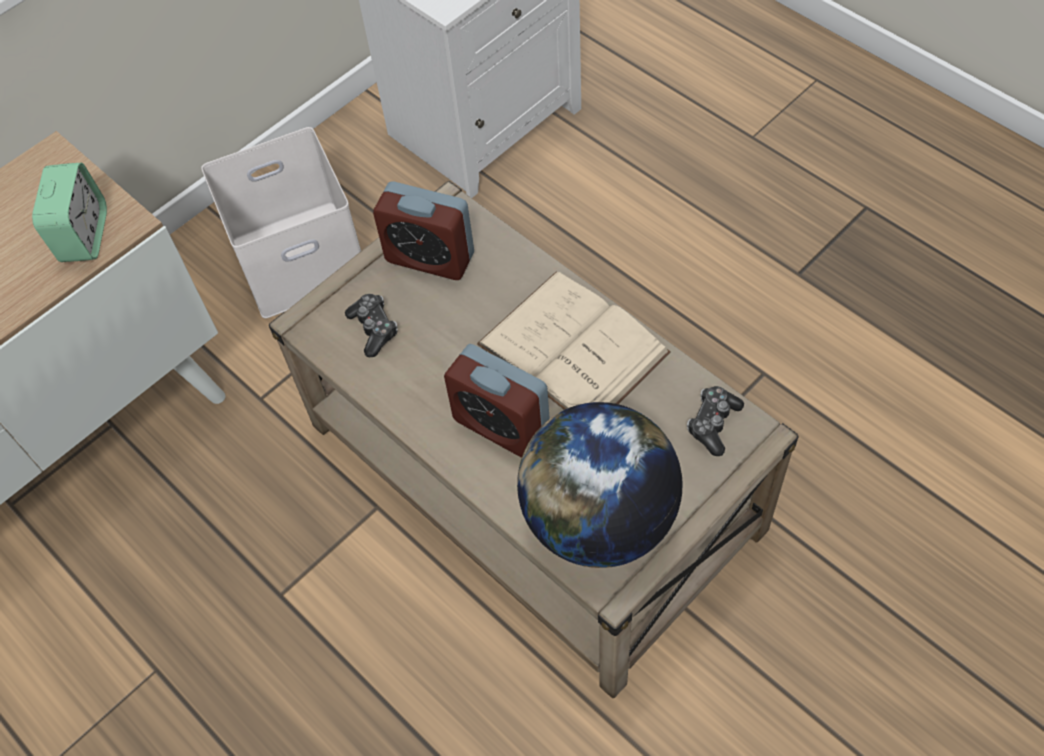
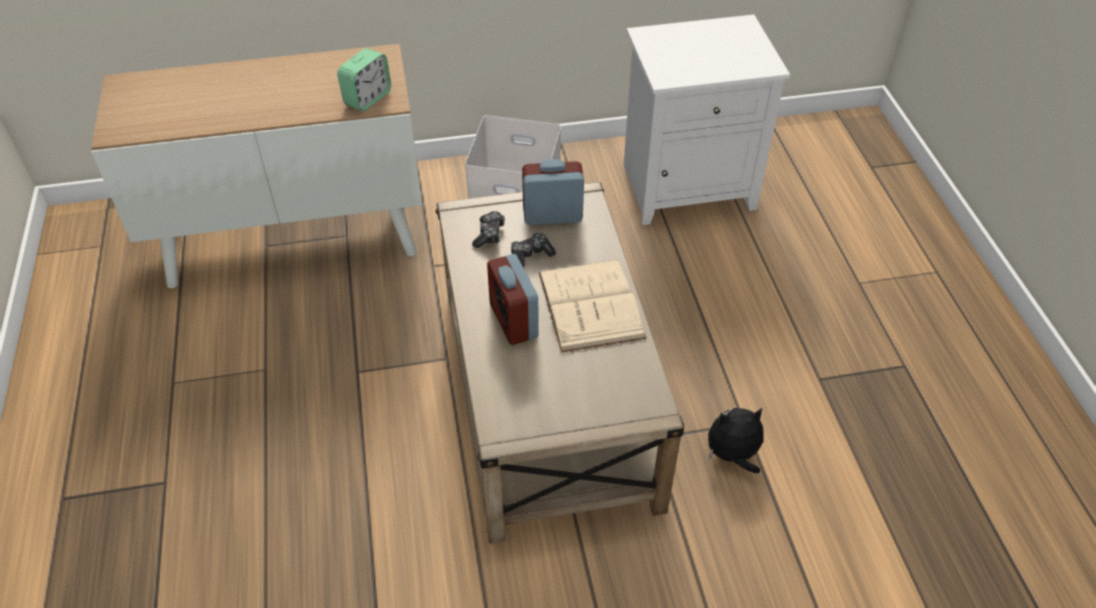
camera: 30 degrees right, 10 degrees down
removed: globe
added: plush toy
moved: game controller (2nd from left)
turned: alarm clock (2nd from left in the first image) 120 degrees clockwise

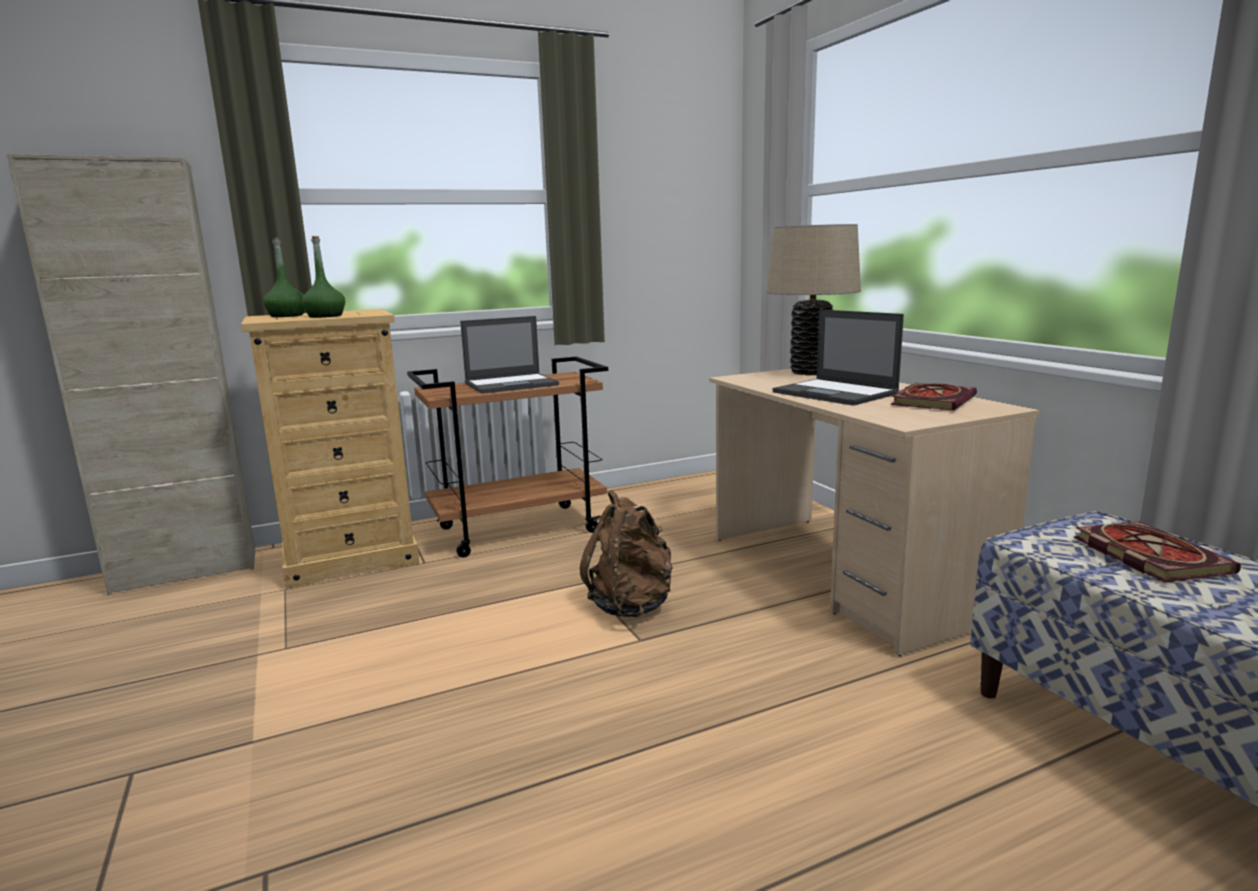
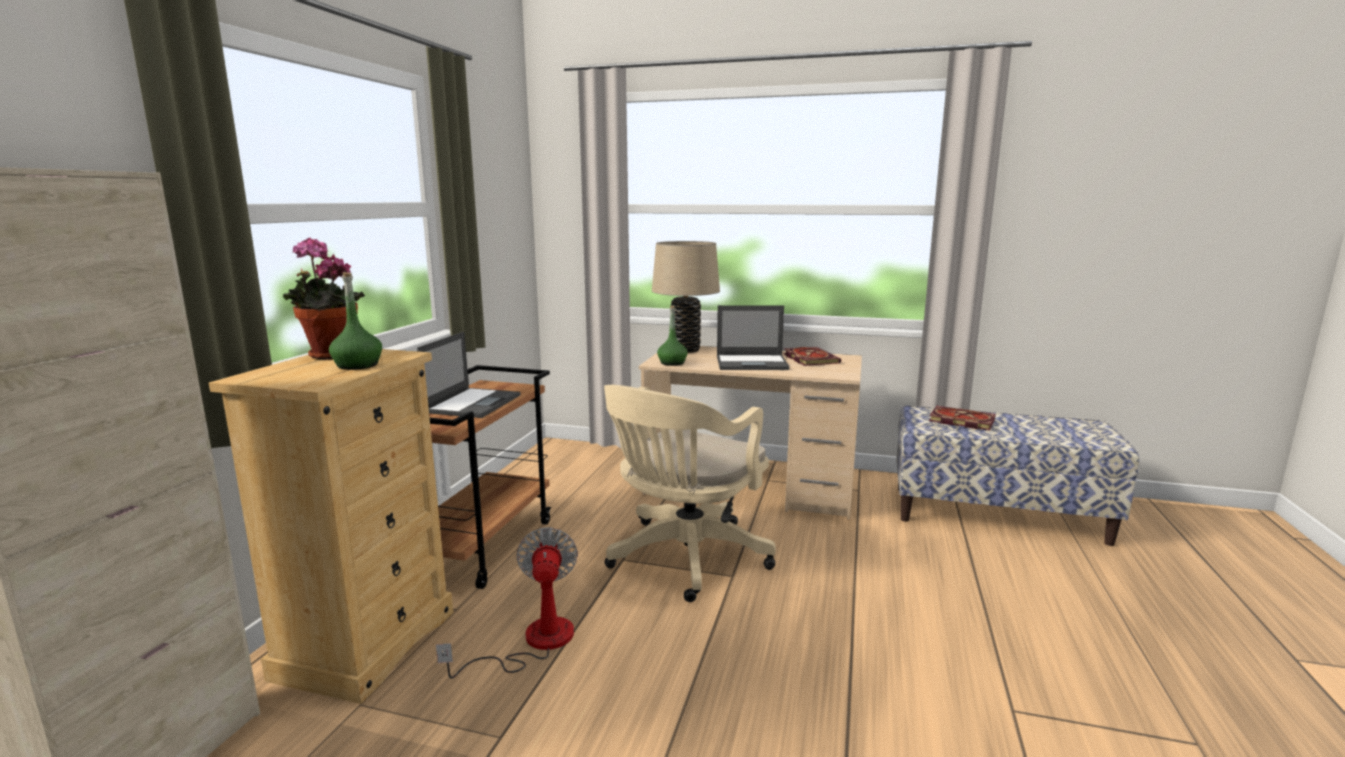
camera: 50 degrees left, 0 degrees up
added: potted plant; fan
moved: bottle/green (1st from left in the first image) to bottle/green (2nd from left)
replaced: backpack/brown to office chair/beige

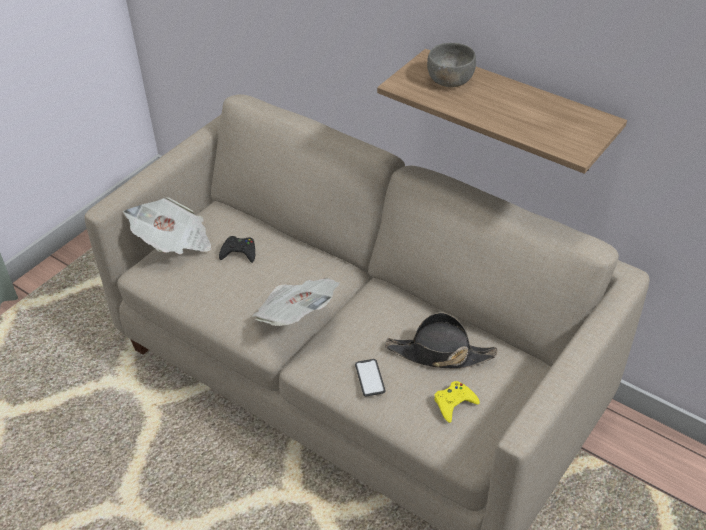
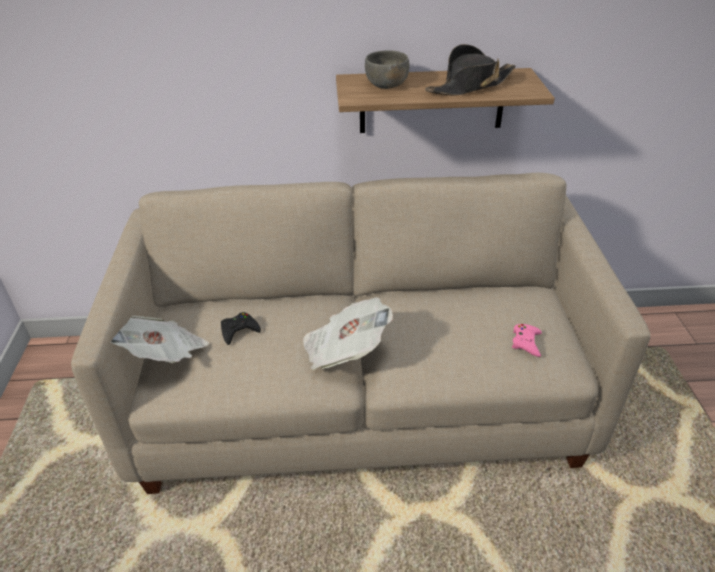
camera: 40 degrees left, 5 degrees down
removed: phone
moved: hat/black
recoloured: game controller/yellow to game controller/pink

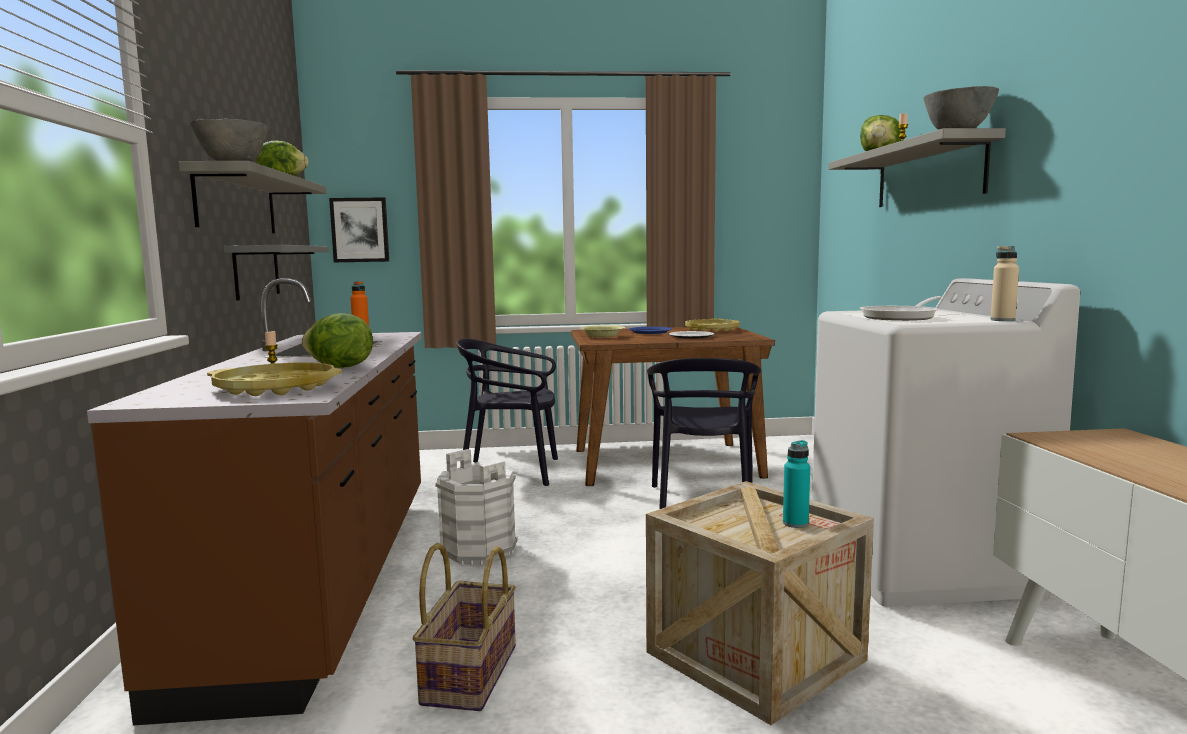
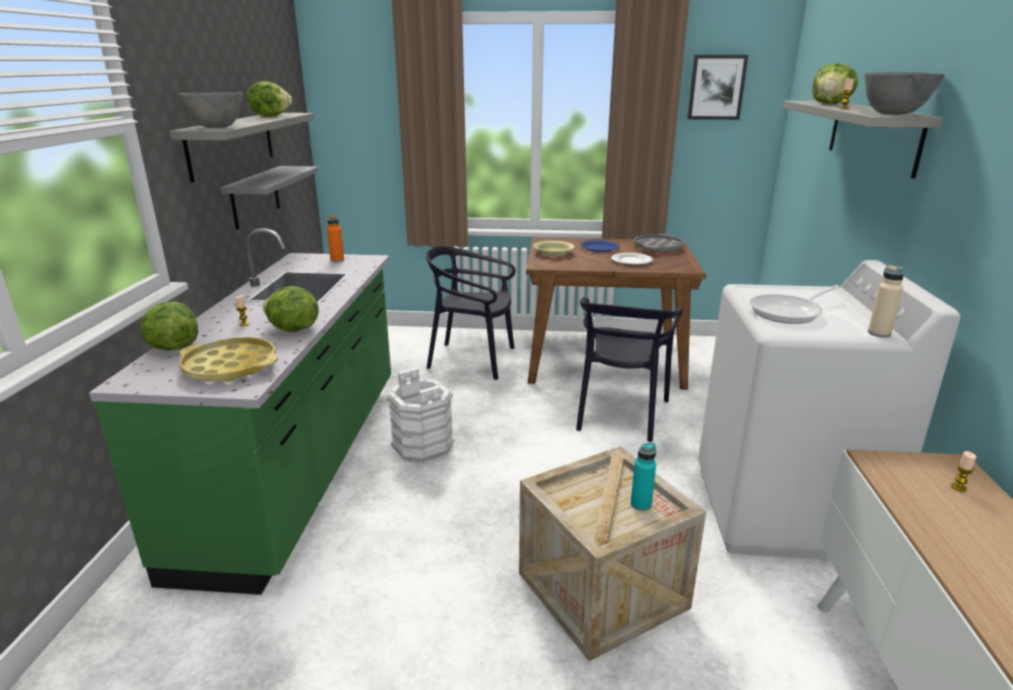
camera: 10 degrees right, 15 degrees up
removed: basket
added: lettuce (1st from left); candle (3rd from left)
moved: picture
recoloured: counter/brown to counter/green; tray/yellow (2nd from left) to tray/grey

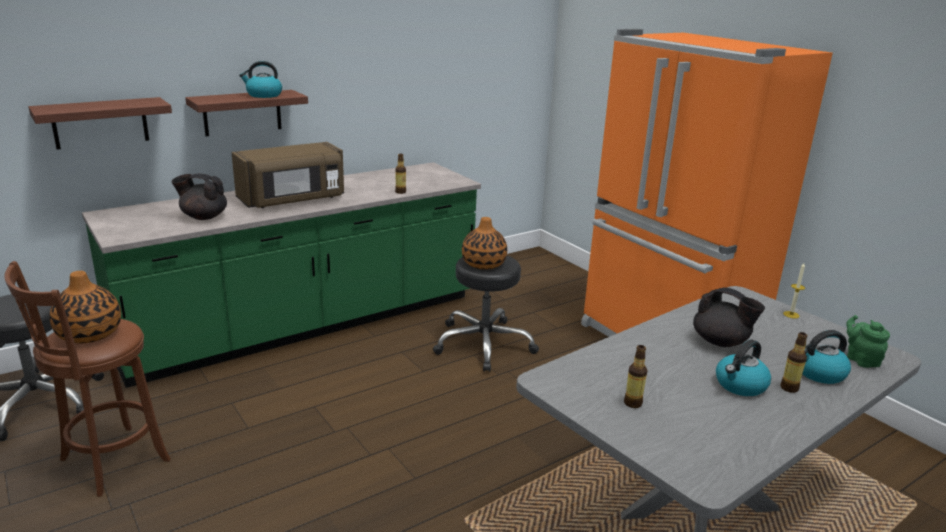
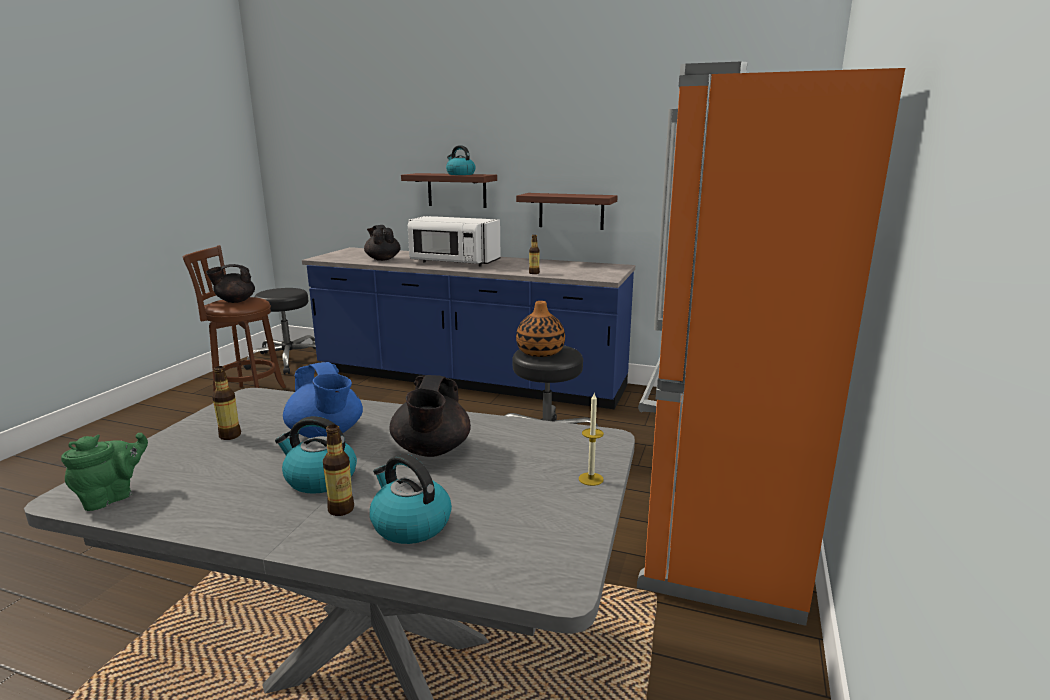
camera: 55 degrees right, 5 degrees down
added: teapot/blue
moved: shelf (1st from left in the first image) to shelf (2nd from left); teapot/green
replaced: vase (1st from left) to teapot/black (1st from left)
recoloured: counter/green to counter/blue; microwave/brown to microwave/white

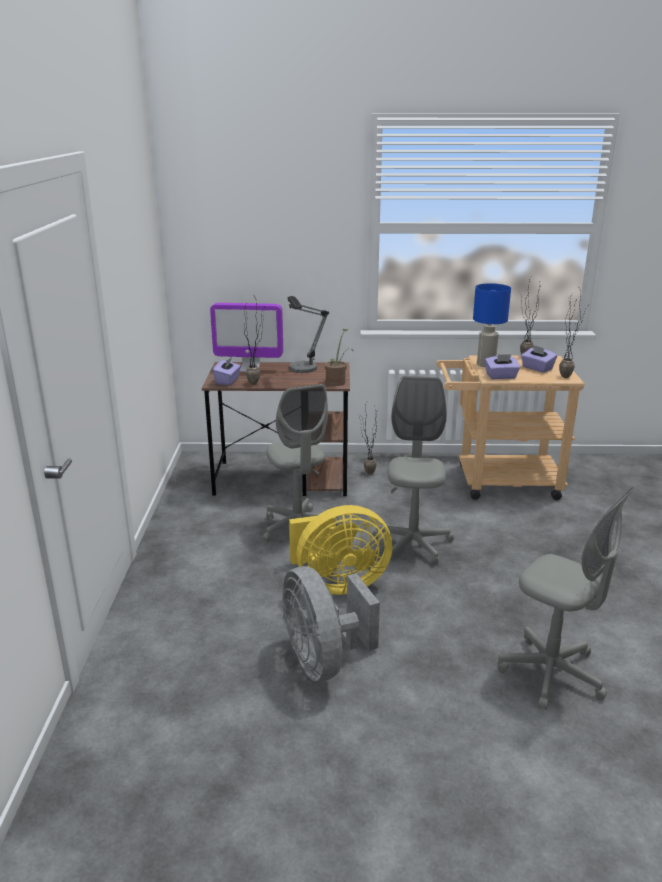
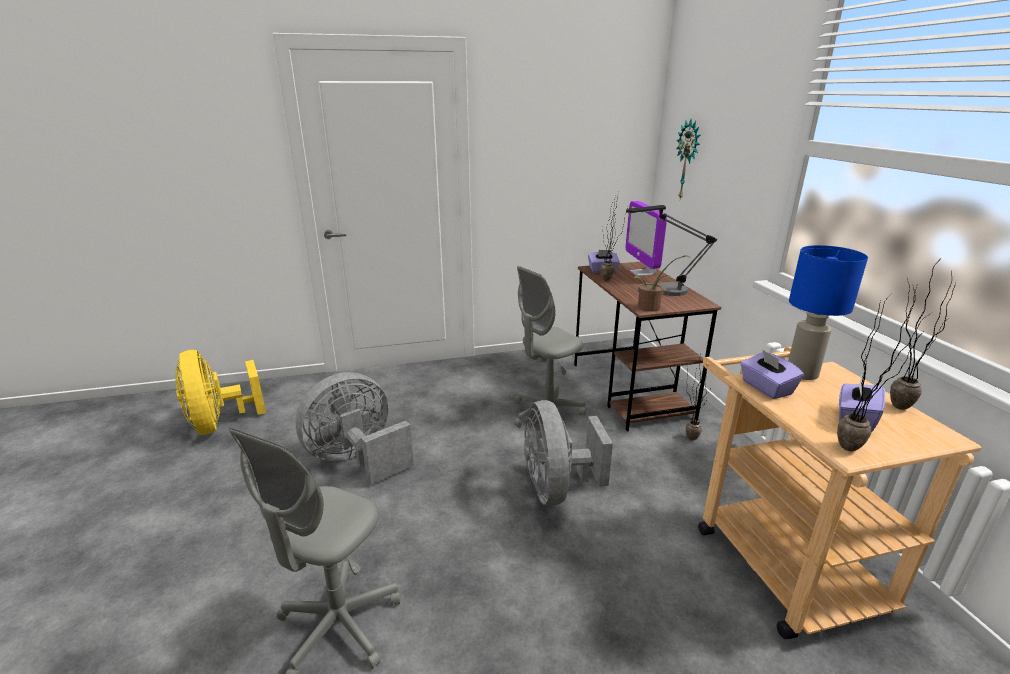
camera: 75 degrees right, 0 degrees up
added: wall clock
moved: fan/yellow
replaced: office chair/grey (2nd from left) to fan/grey (2nd from left)

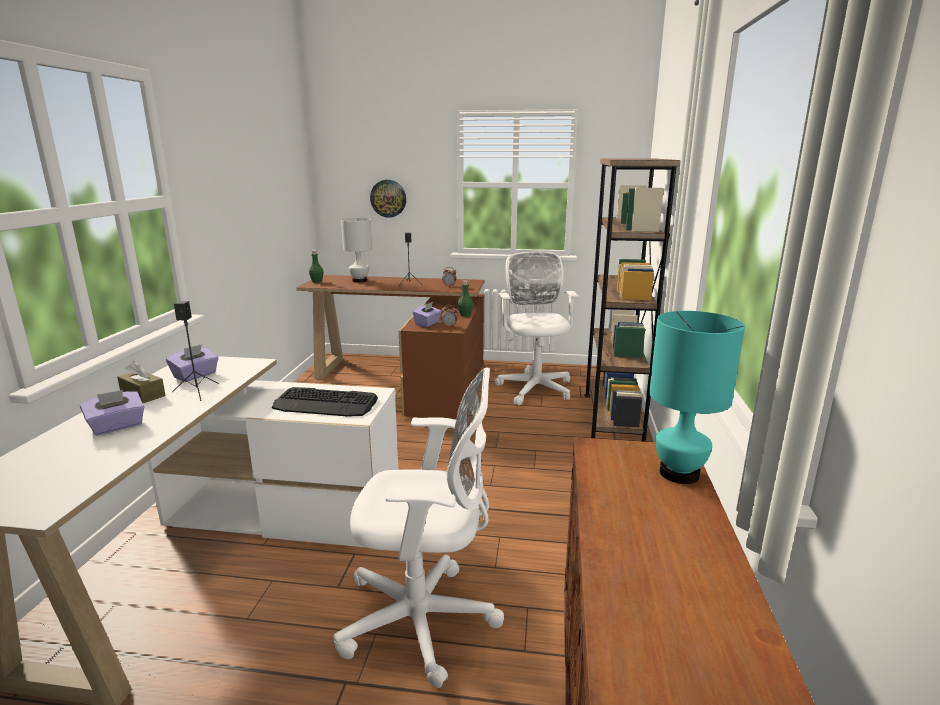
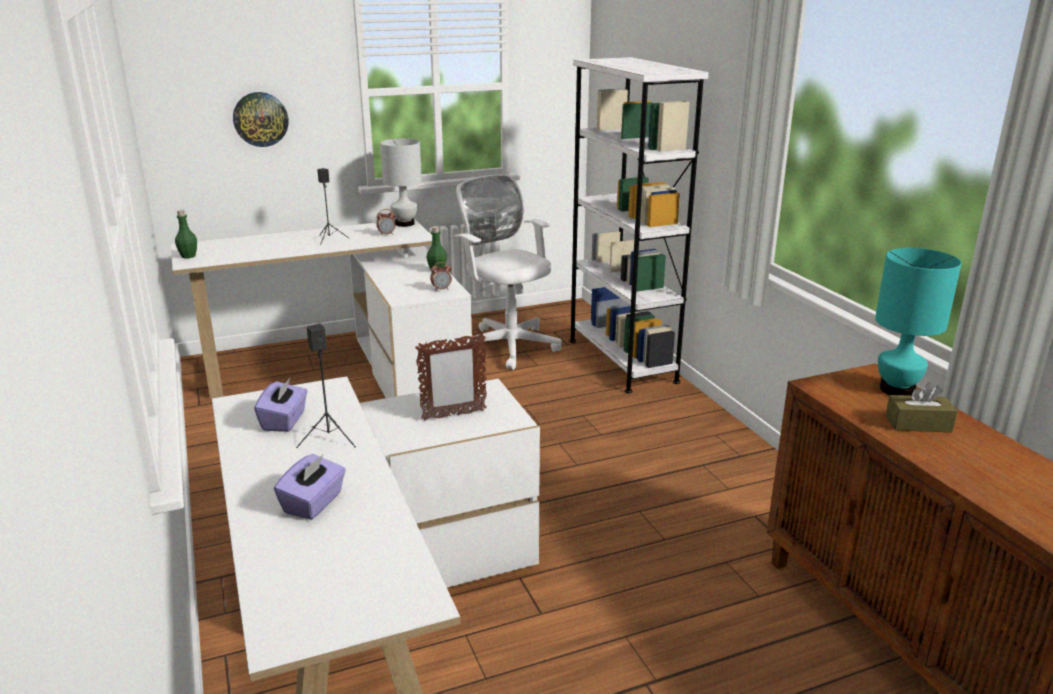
camera: 30 degrees left, 5 degrees up
removed: office chair/white (1st from left); tissue box/purple (3rd from left)
moved: tissue box/brown; table lamp/white
replaced: keyboard to picture frame
recoloured: desk/brown to desk/white (1st from left); bookcase/brown to bookcase/white

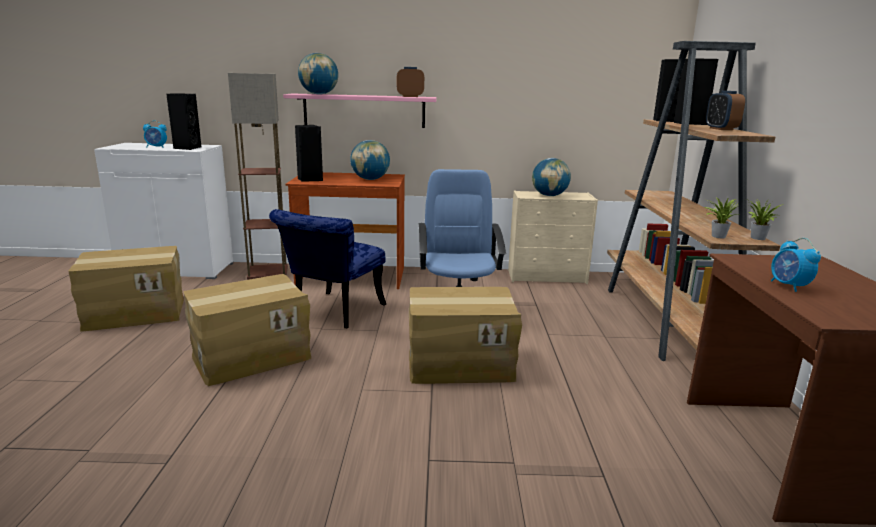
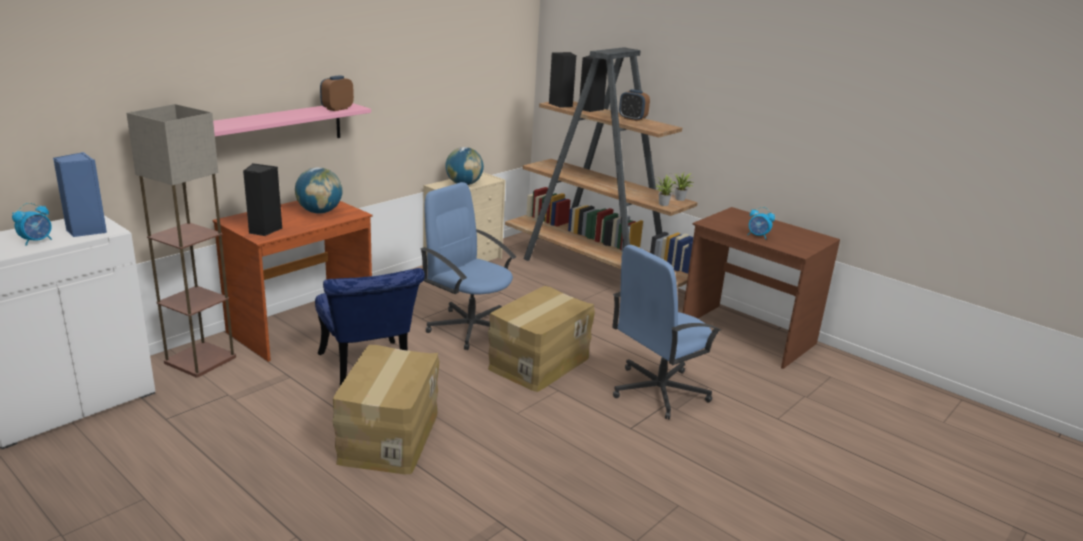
camera: 50 degrees left, 5 degrees up
removed: cardboard box (1st from left); globe (1st from left)
added: office chair/blue (2nd from left)
recoloured: speaker/black (1st from left) to speaker/blue

